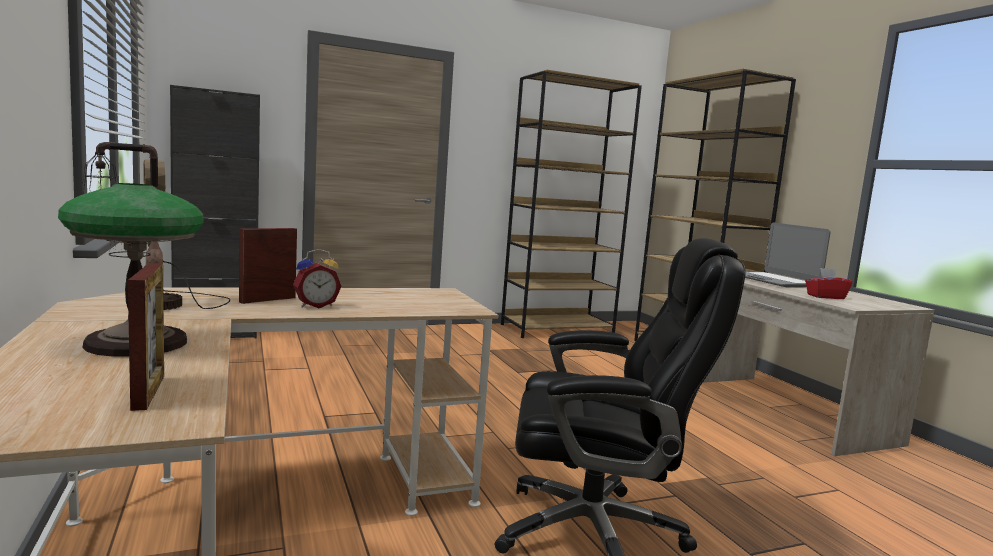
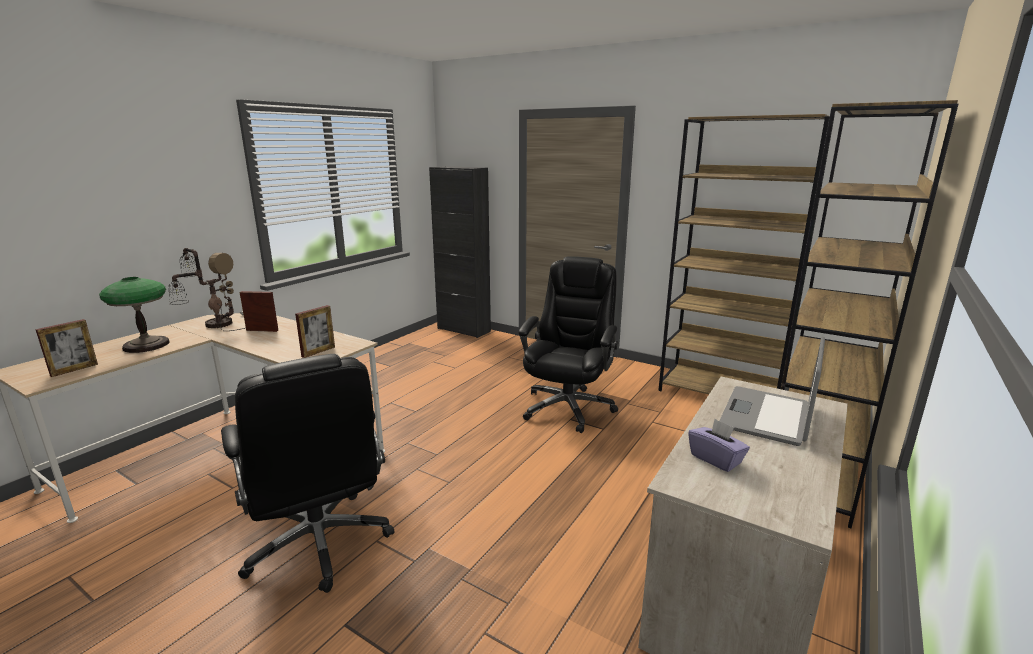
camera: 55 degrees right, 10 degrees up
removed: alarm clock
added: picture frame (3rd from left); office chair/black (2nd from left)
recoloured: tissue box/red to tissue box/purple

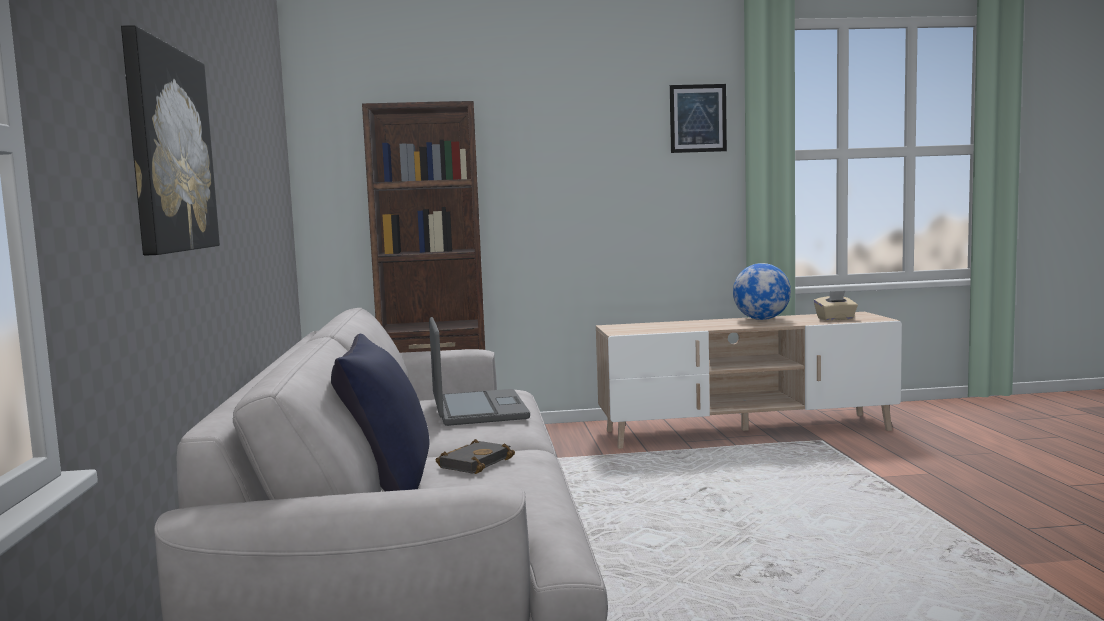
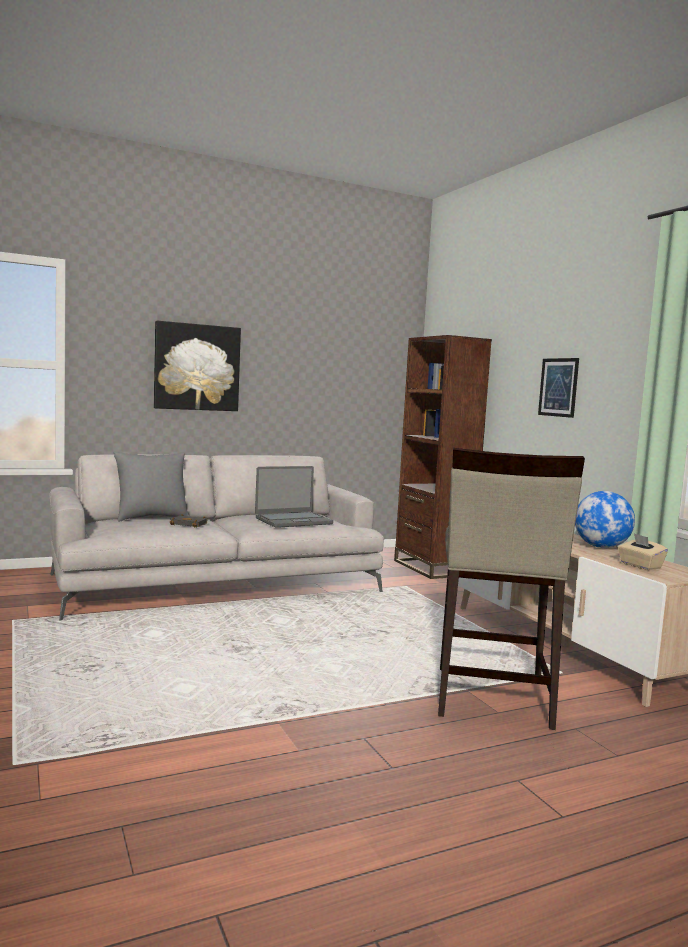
camera: 70 degrees right, 0 degrees up
added: stool/beige
moved: picture (2nd from left)
recoloured: pillow/blue to pillow/grey

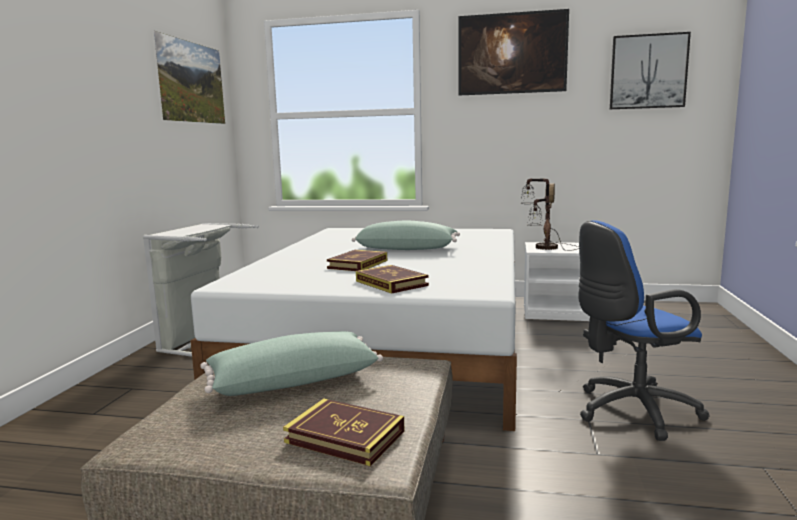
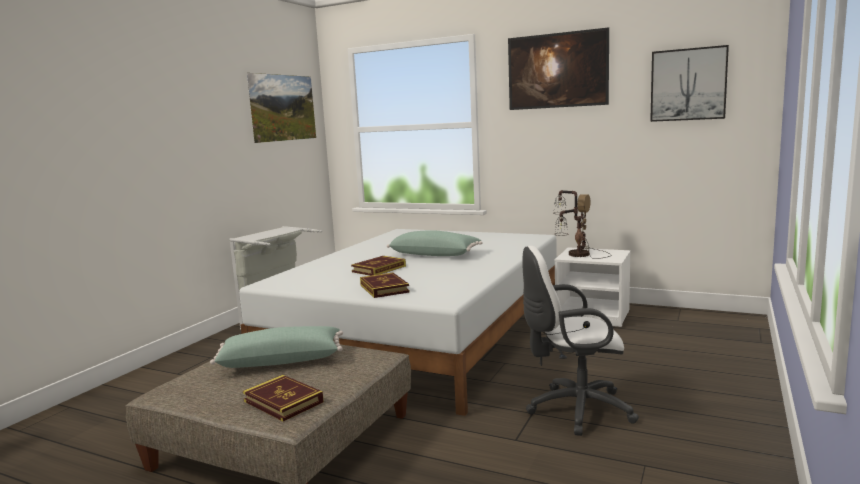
camera: 15 degrees right, 0 degrees up
recoloured: office chair/blue to office chair/white

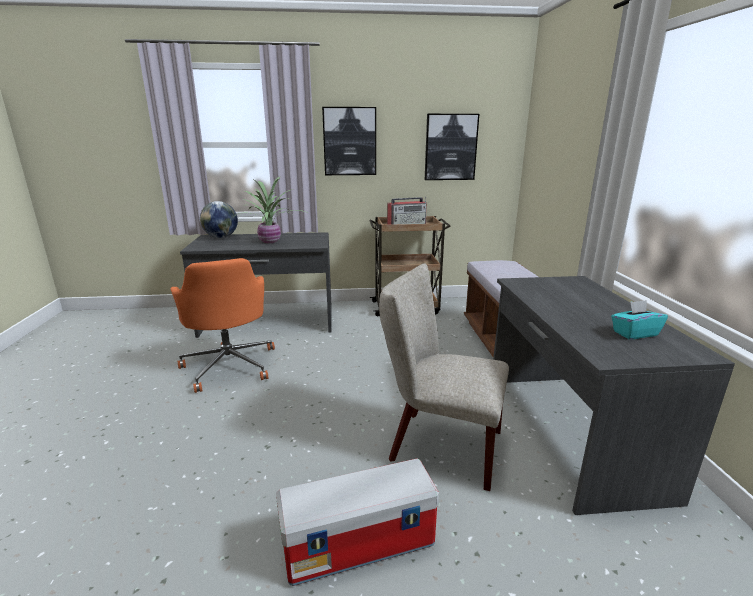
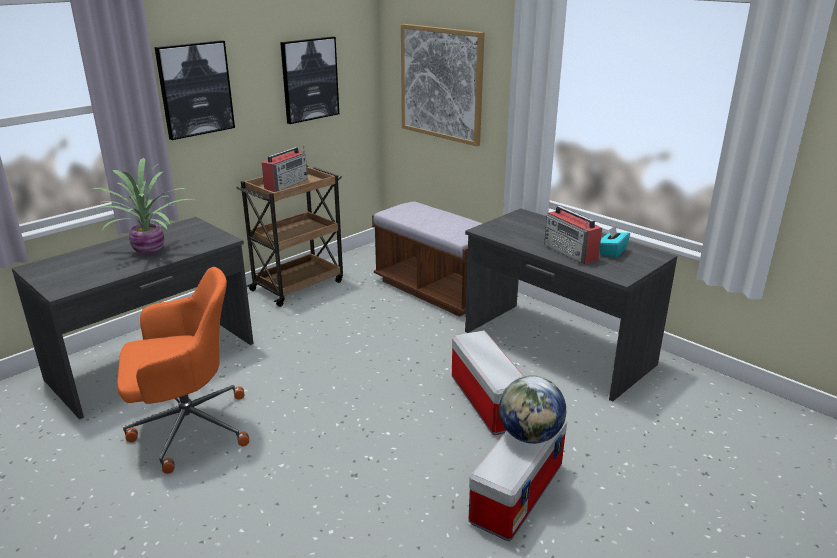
camera: 40 degrees left, 5 degrees up
added: picture (3rd from left); radio (2nd from left)
moved: globe
replaced: chair/beige to storage box (1st from left)
turned: office chair/orange 45 degrees counterclockwise

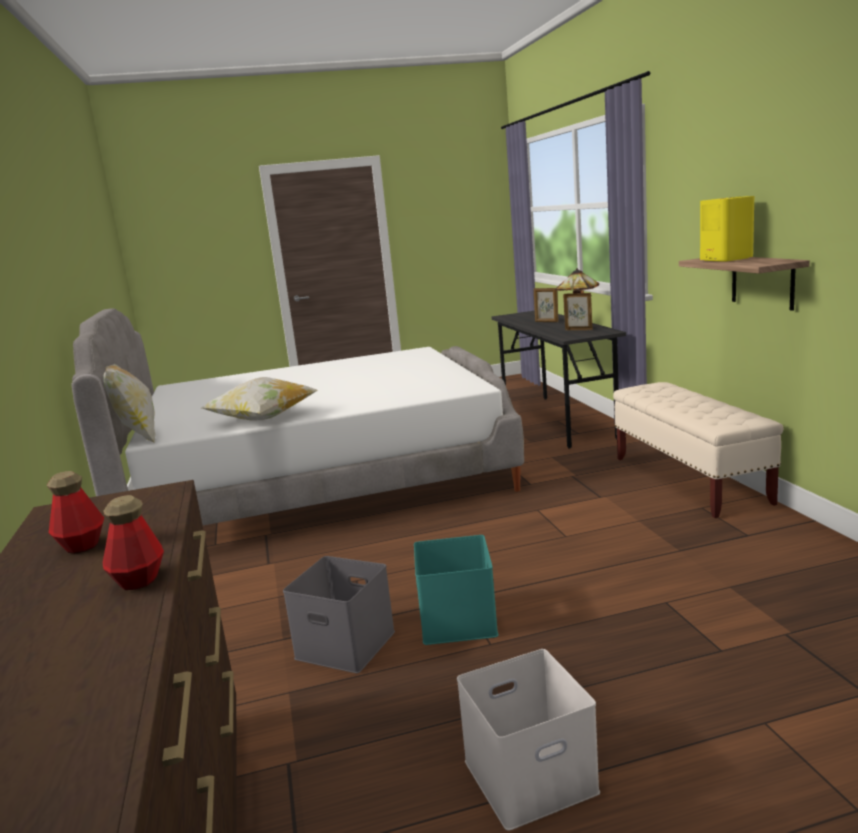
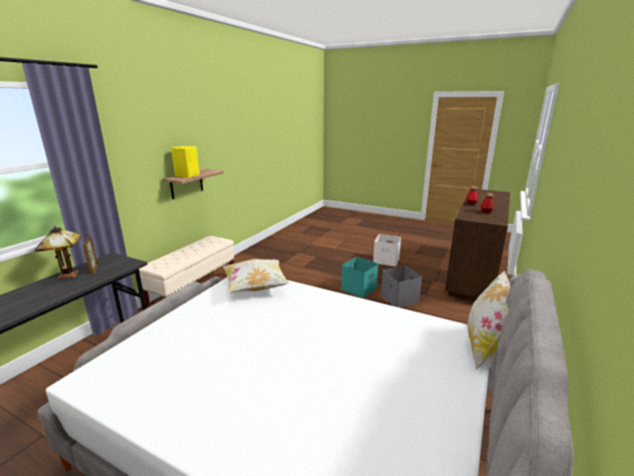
camera: 140 degrees left, 5 degrees up
removed: picture frame (1st from left)
moved: pillow (2nd from left in the first image) to pillow (1st from left)

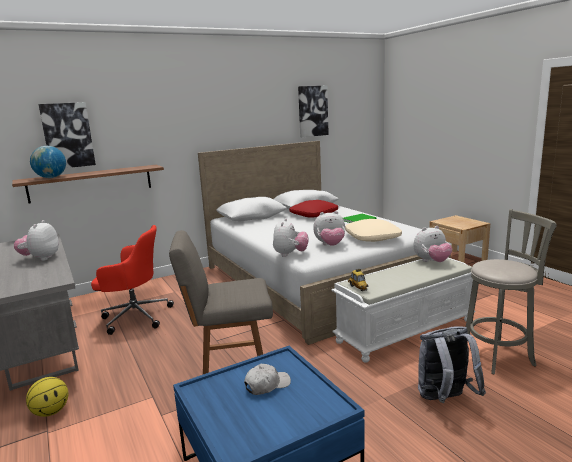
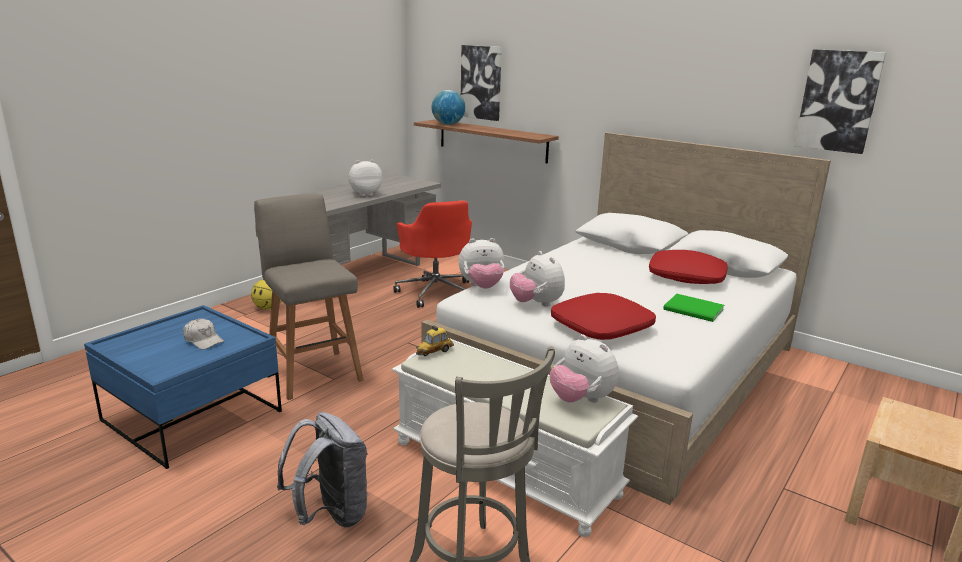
camera: 65 degrees right, 5 degrees up
recoloured: pillow/beige to pillow/red (1st from left)

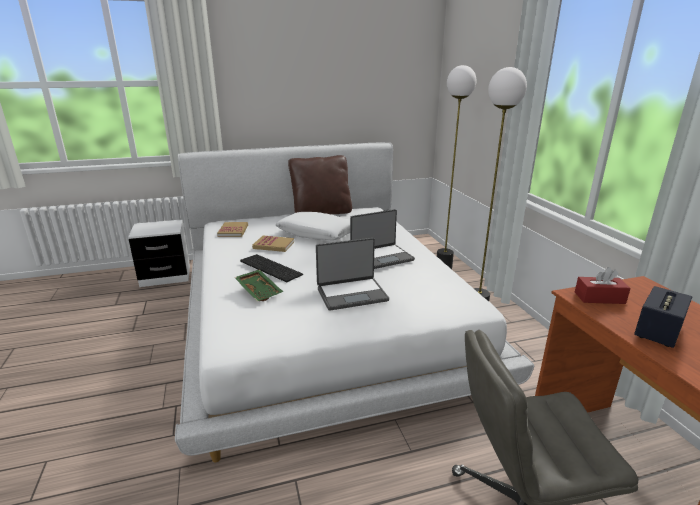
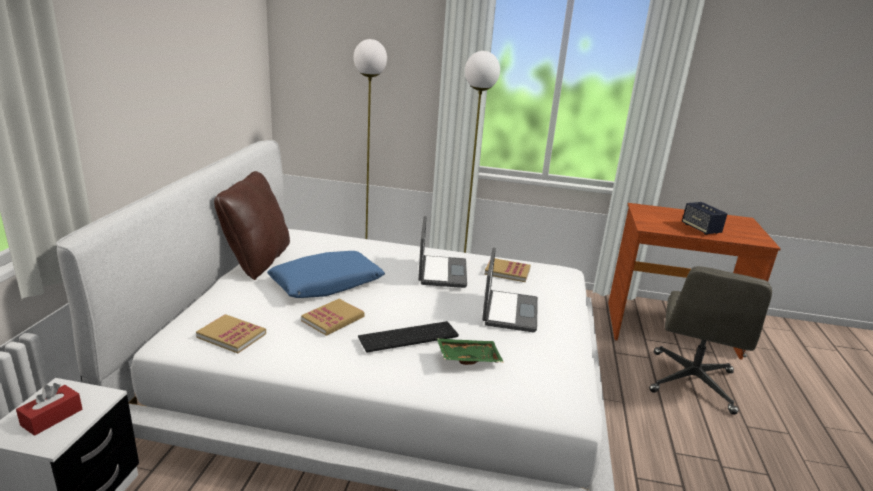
camera: 65 degrees left, 0 degrees up
added: book (3rd from left)
moved: tissue box/red
recoloured: pillow/white to pillow/blue

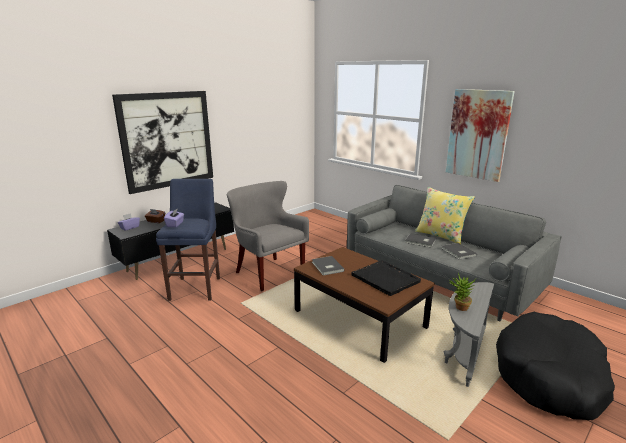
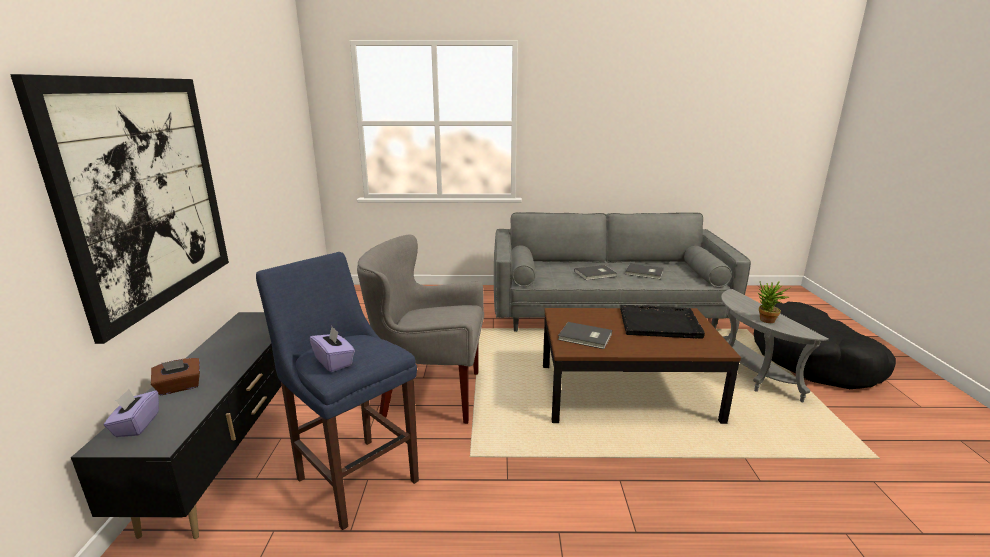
camera: 45 degrees left, 0 degrees up
removed: pillow/yellow; picture (2nd from left)

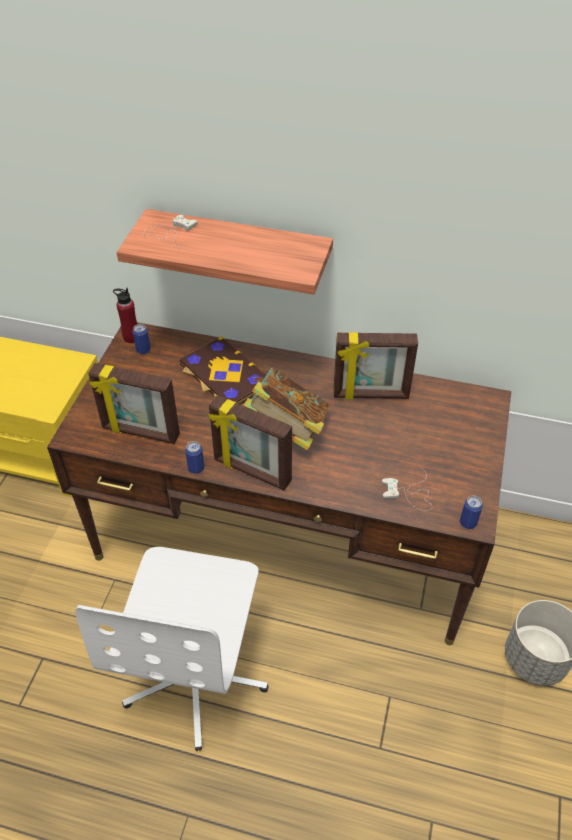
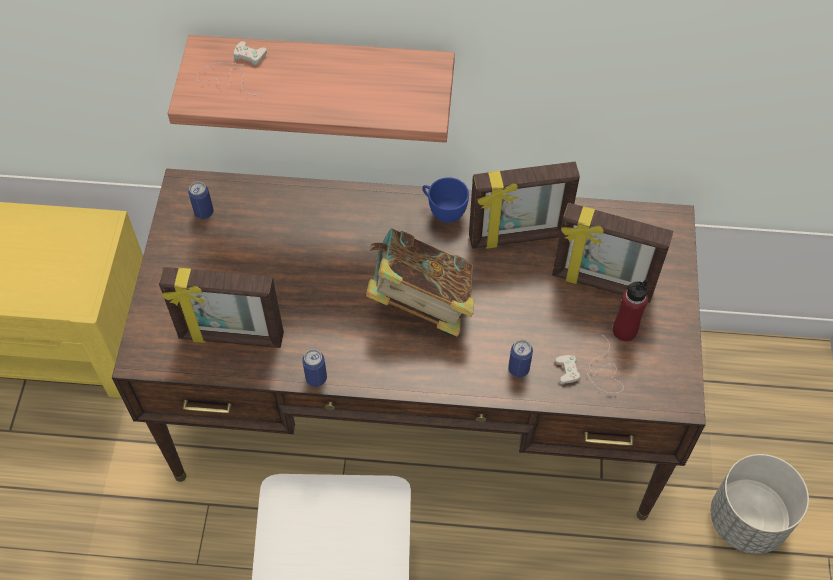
camera: 10 degrees left, 10 degrees up
removed: book (1st from left)
added: cup/blue
moved: bottle/red; picture frame (2nd from left in the first image) to picture frame (3rd from left); can (3rd from left)

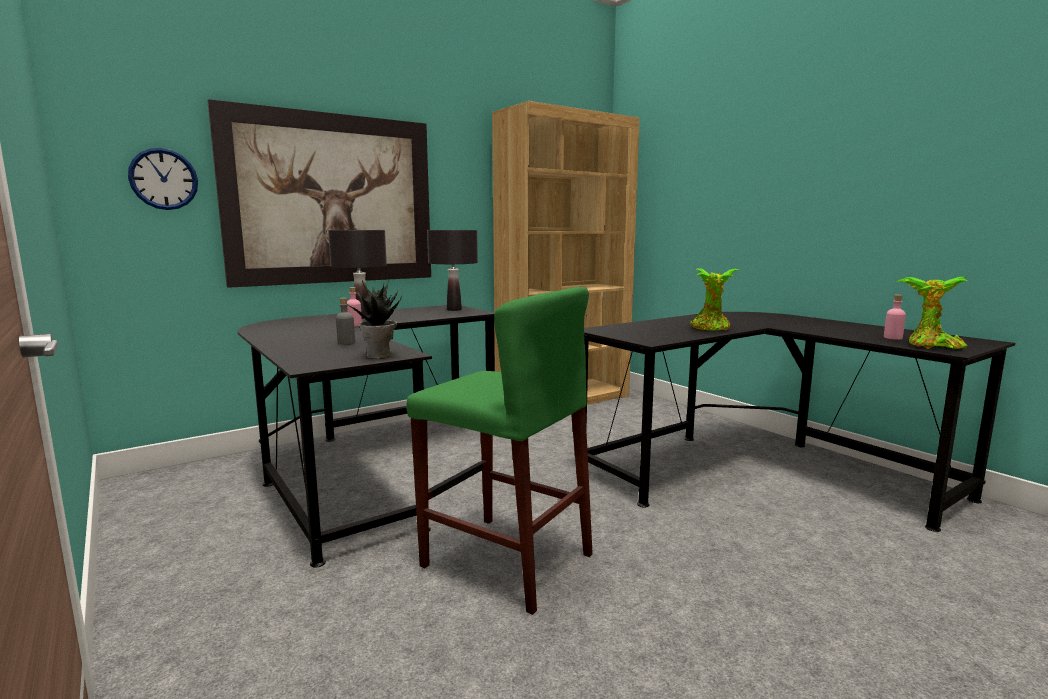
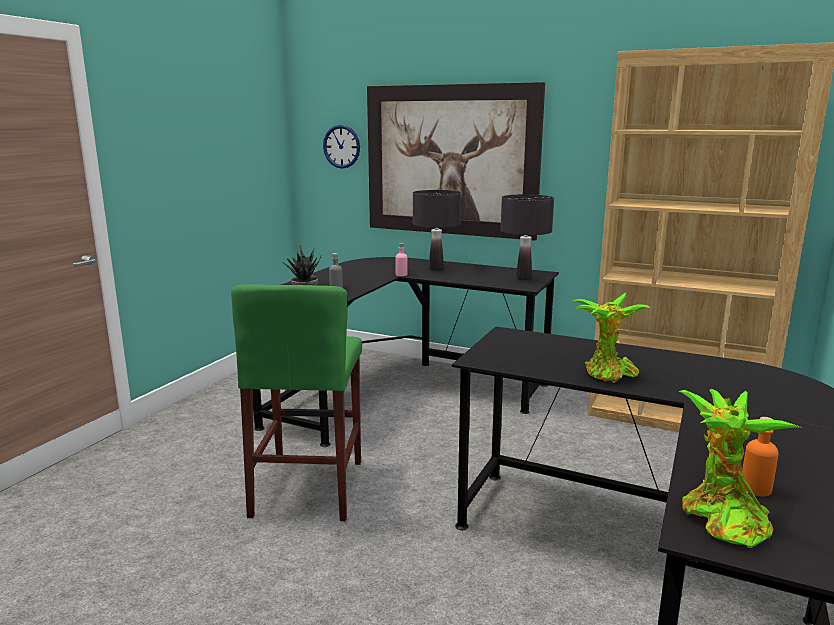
camera: 60 degrees right, 5 degrees up
recoloured: bottle/pink (2nd from left) to bottle/orange

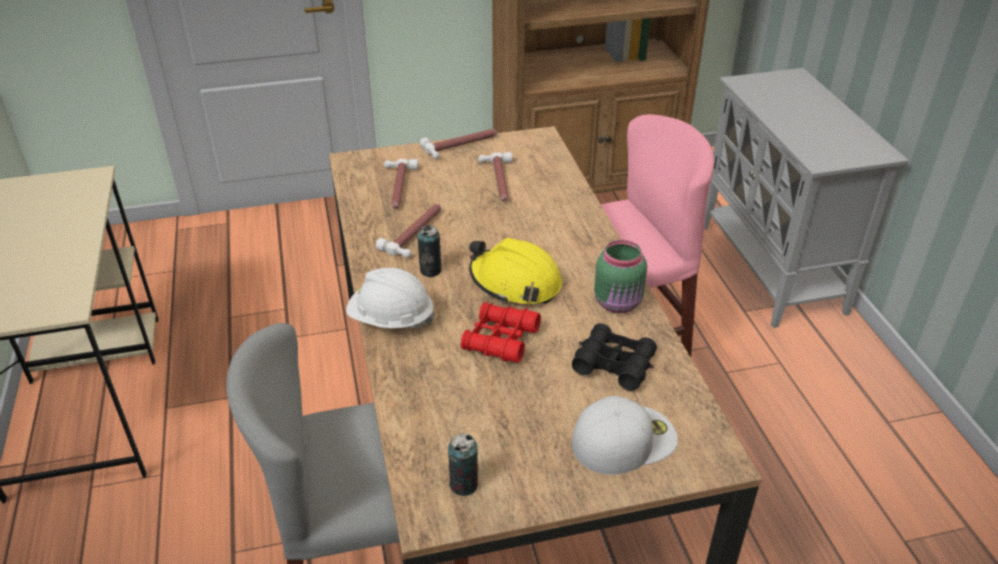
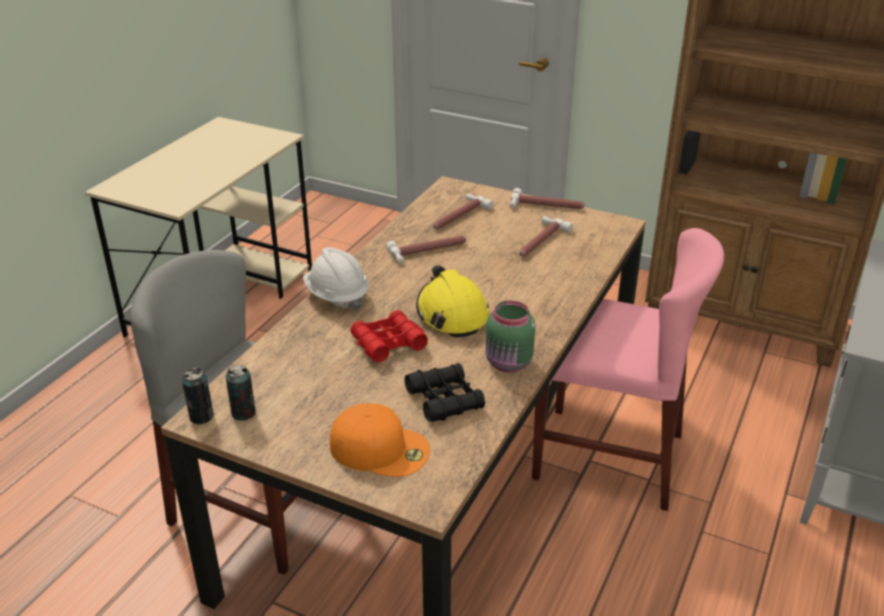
camera: 40 degrees right, 5 degrees down
moved: can (1st from left)
recoloured: cap/white to cap/orange

